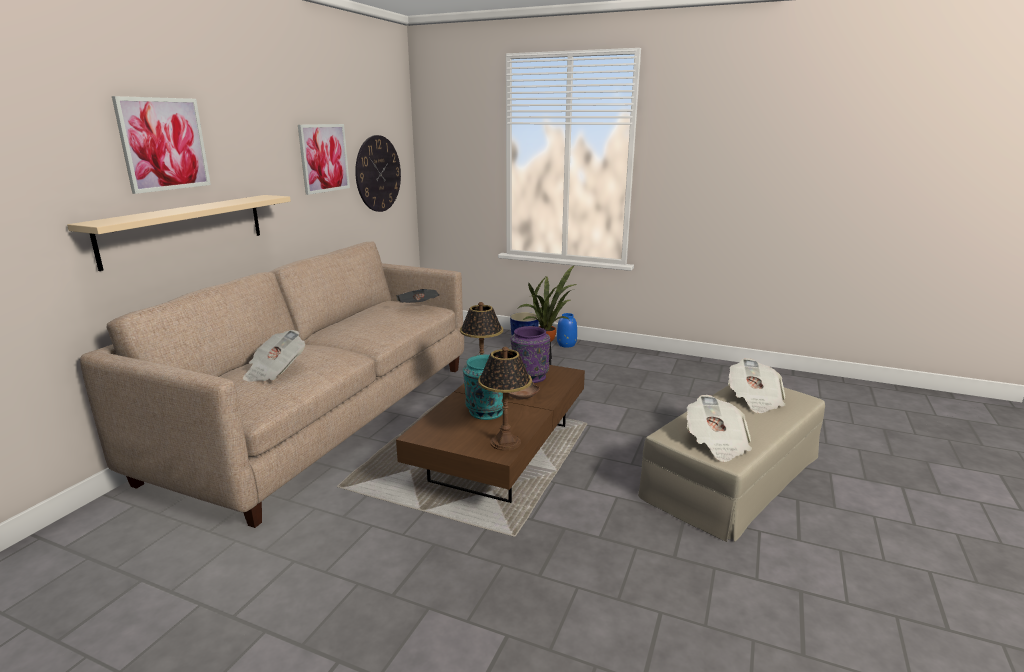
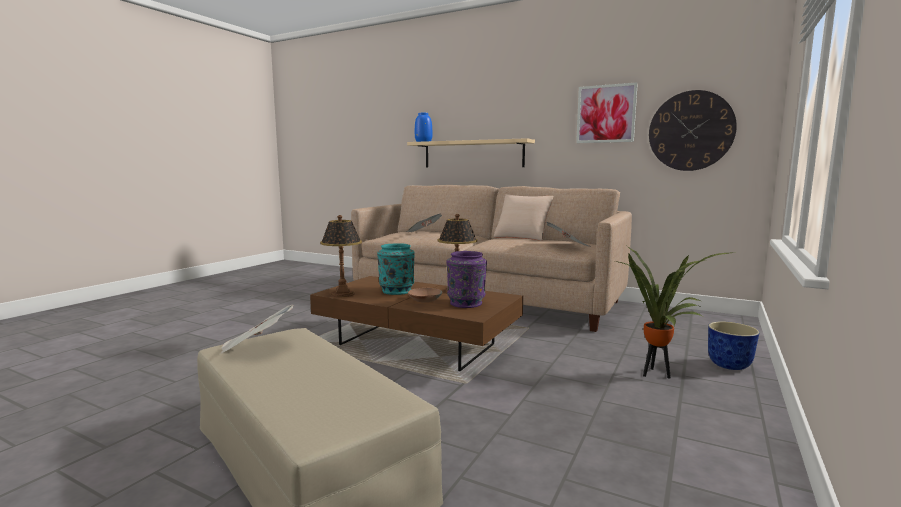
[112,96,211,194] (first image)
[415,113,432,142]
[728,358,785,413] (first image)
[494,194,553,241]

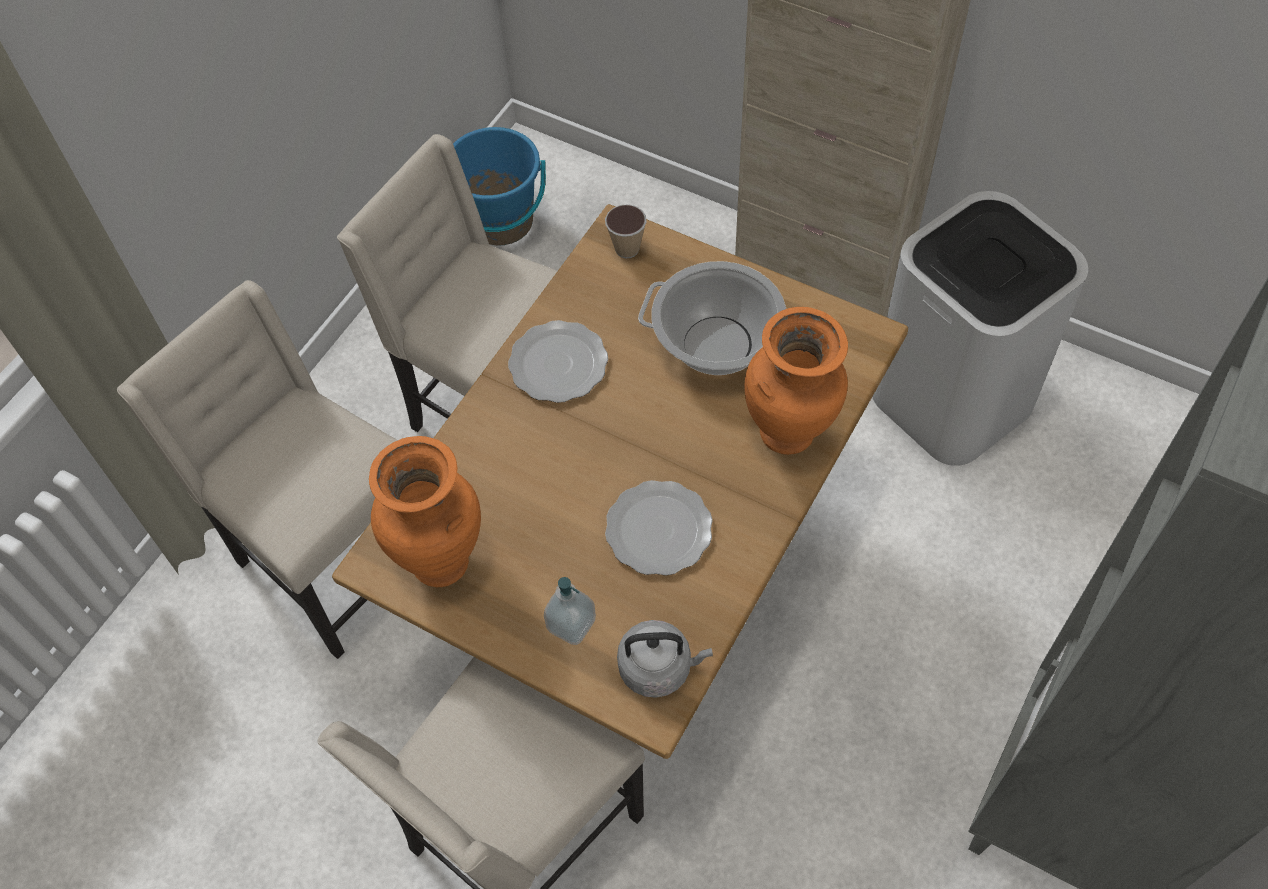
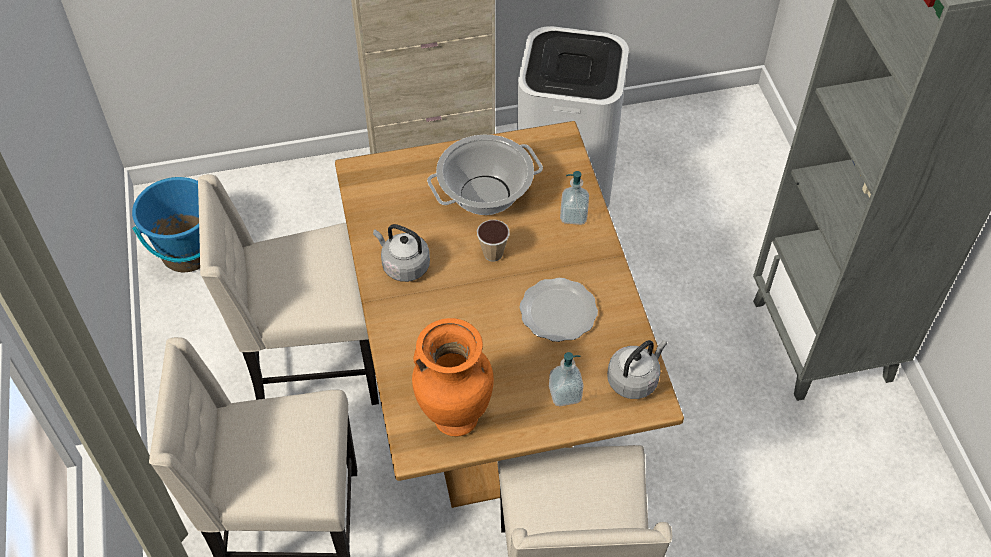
[373,224,430,282]
[477,220,510,262]
[560,171,589,225]

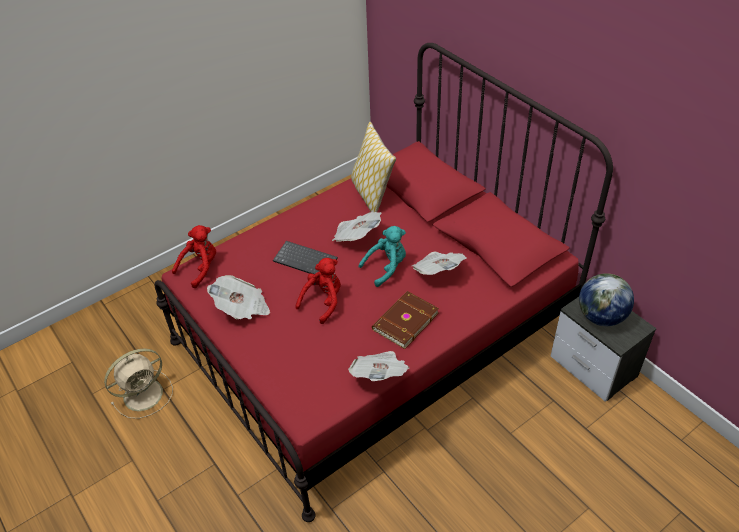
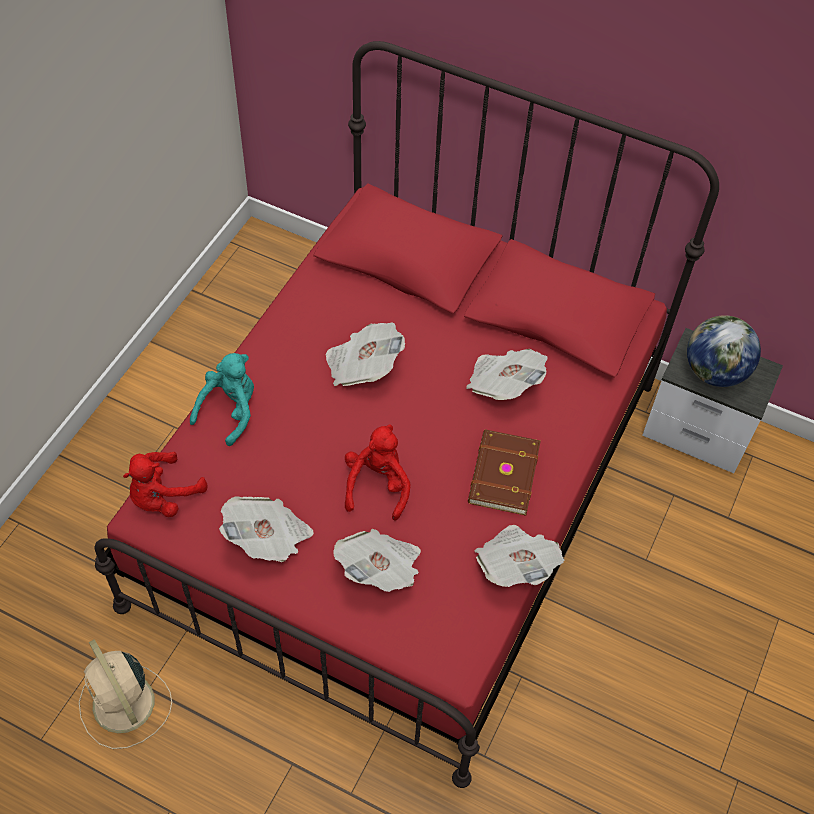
[79,639,172,749]
[123,452,207,517]
[273,241,338,274] (first image)
[351,122,396,212] (first image)
[190,353,254,446]
[333,529,421,592]

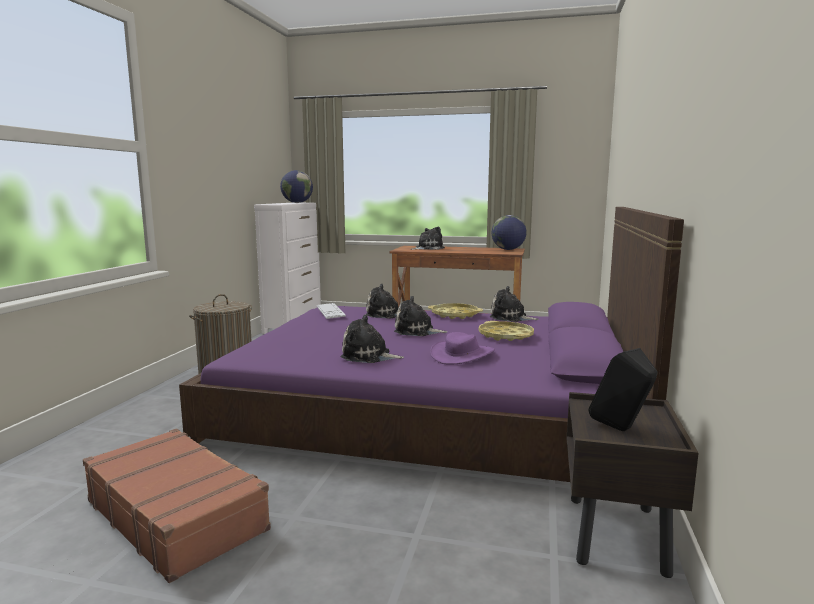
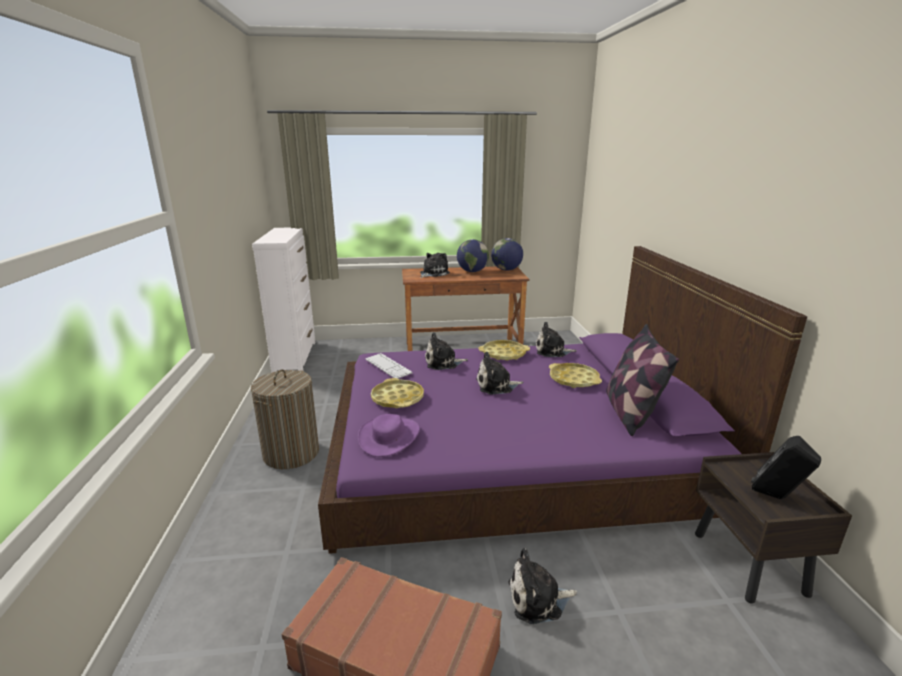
[457,239,489,272]
[508,548,577,624]
[358,414,420,457]
[371,378,424,408]
[606,324,679,436]

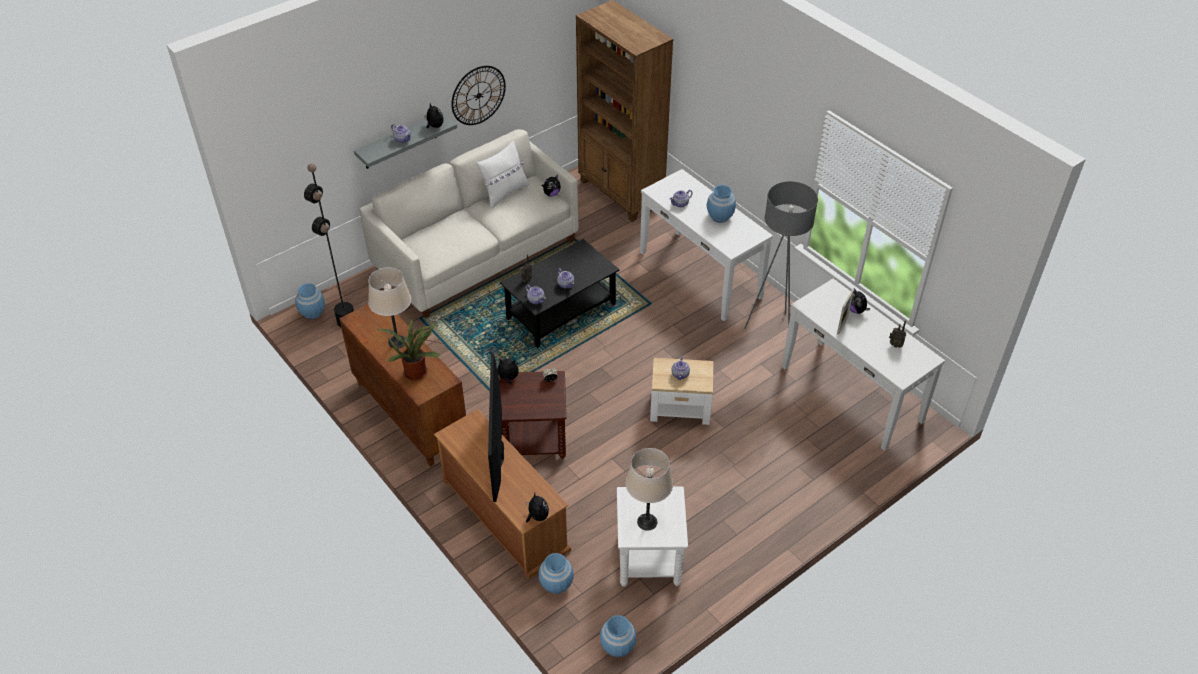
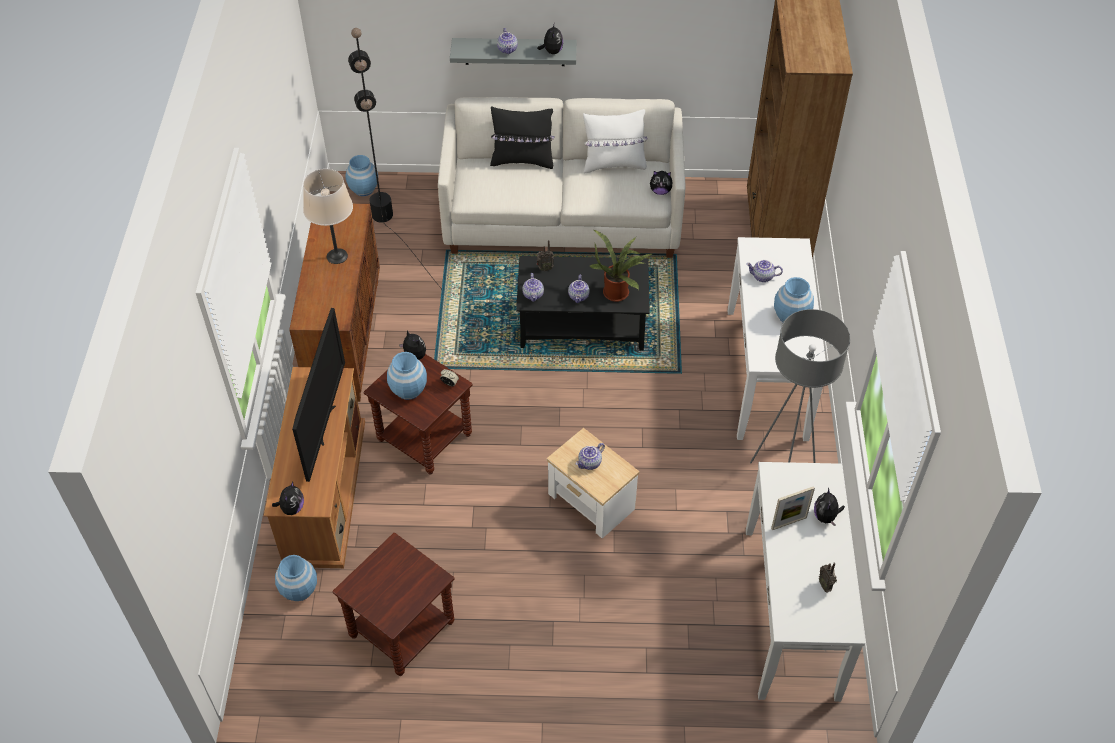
[590,230,652,302]
[451,66,506,125] (first image)
[292,308,345,482]
[387,352,427,400]
[333,533,455,676]
[626,448,673,531] (first image)
[490,106,555,169]

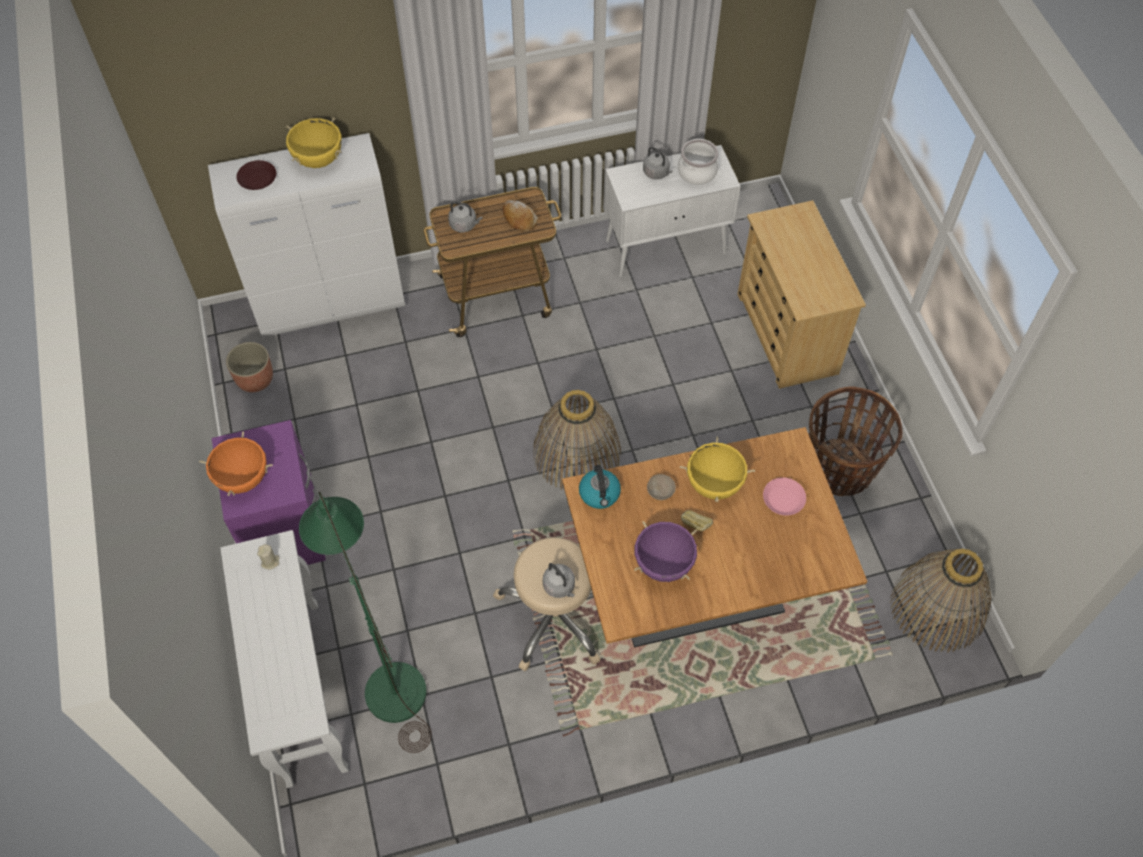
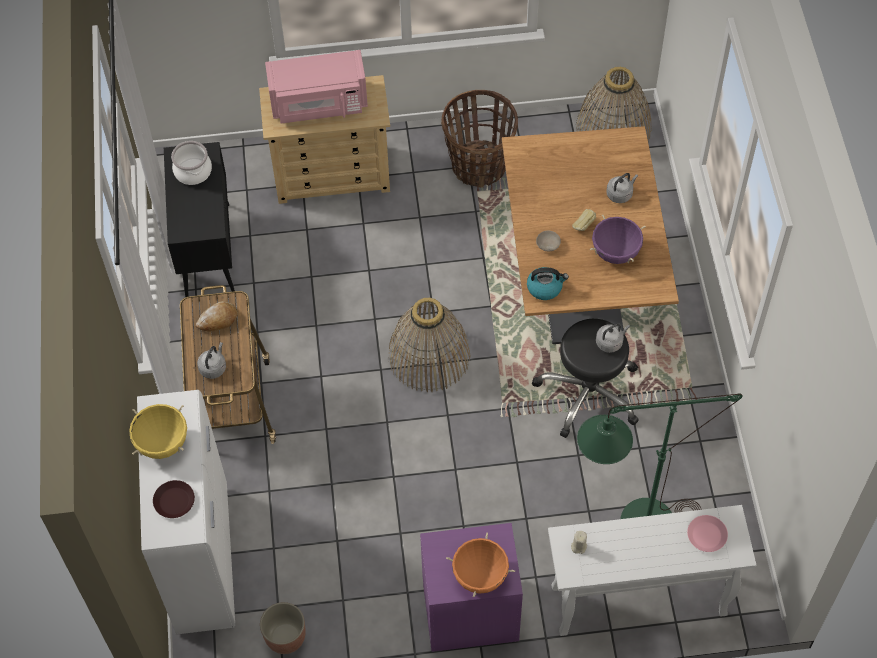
[532,319,639,438]
[164,142,235,298]
[606,173,638,203]
[680,436,755,502] (first image)
[687,515,728,552]
[265,50,368,124]

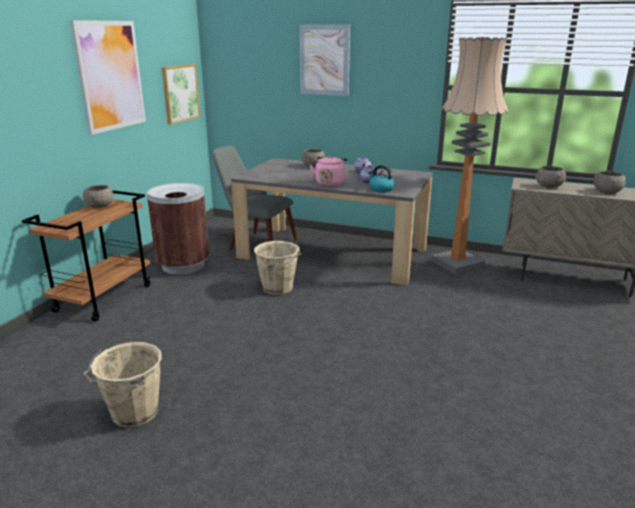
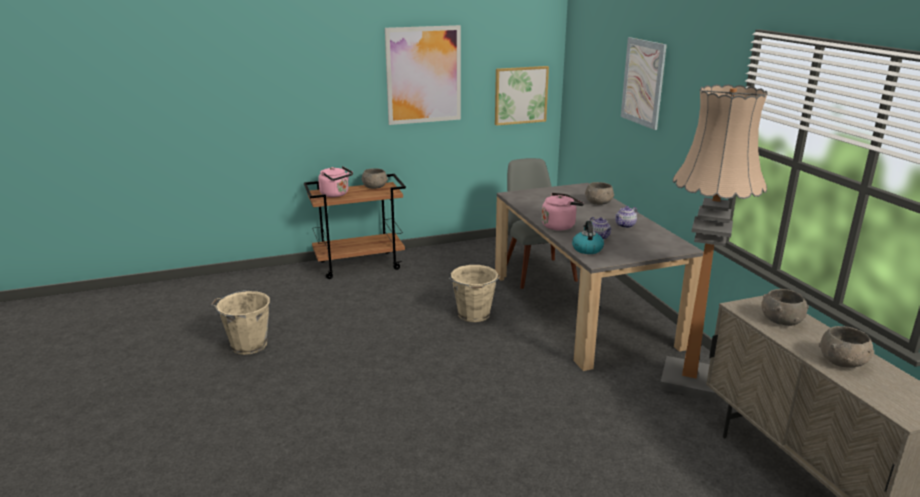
[147,183,209,275] (first image)
[318,166,353,197]

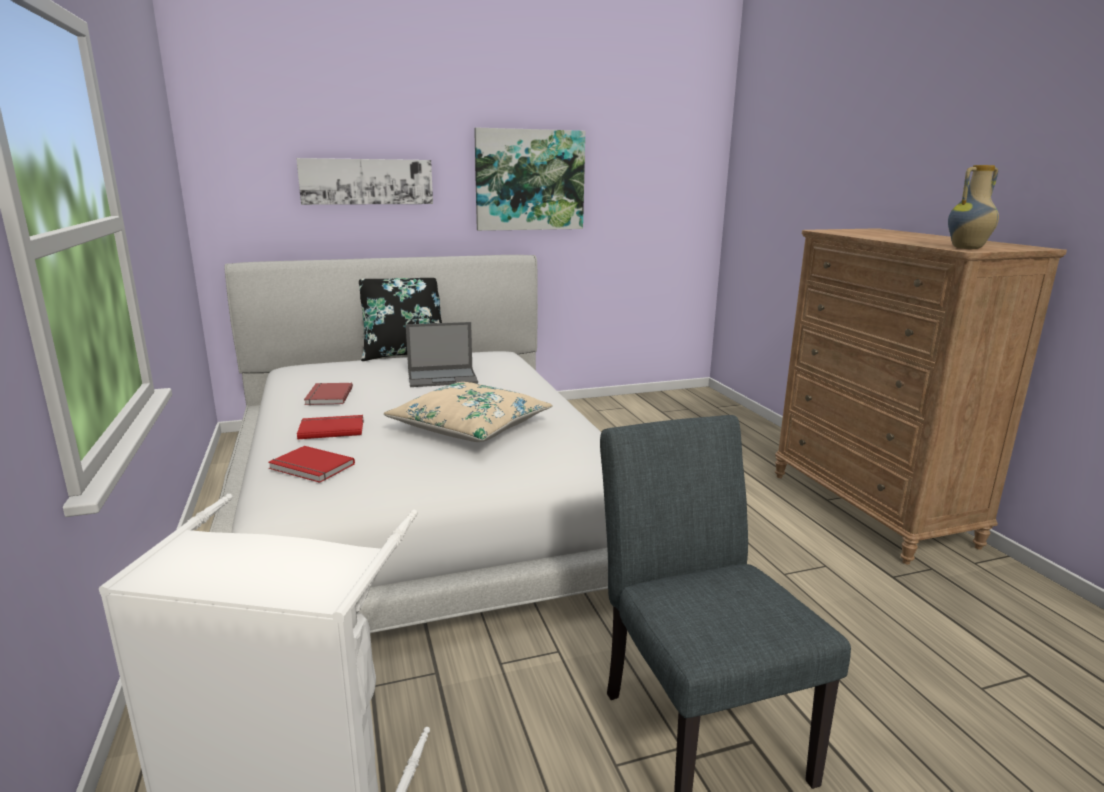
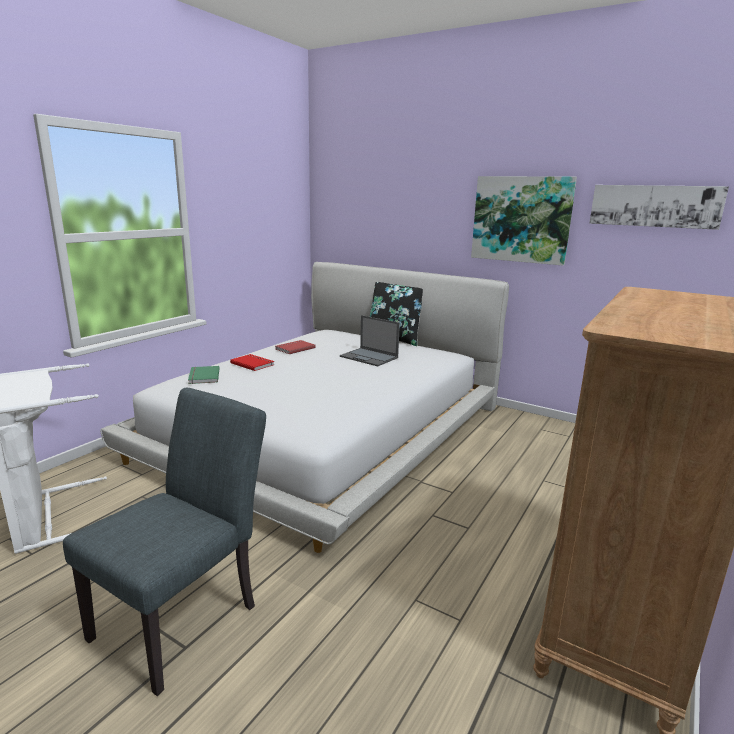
[188,366,220,384]
[589,185,729,230]
[384,382,553,442] (first image)
[948,165,999,249] (first image)

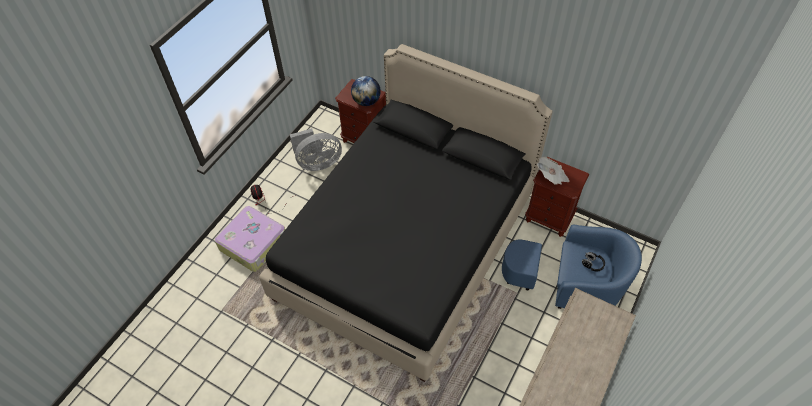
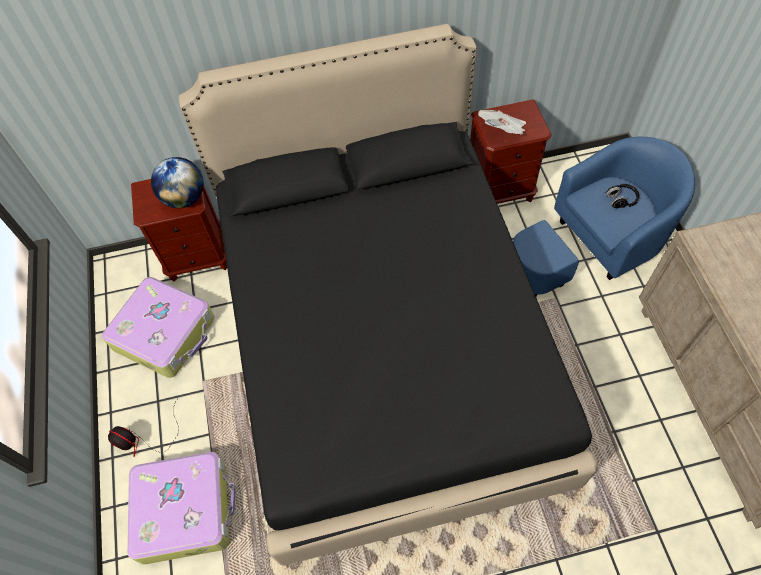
[102,277,214,378]

